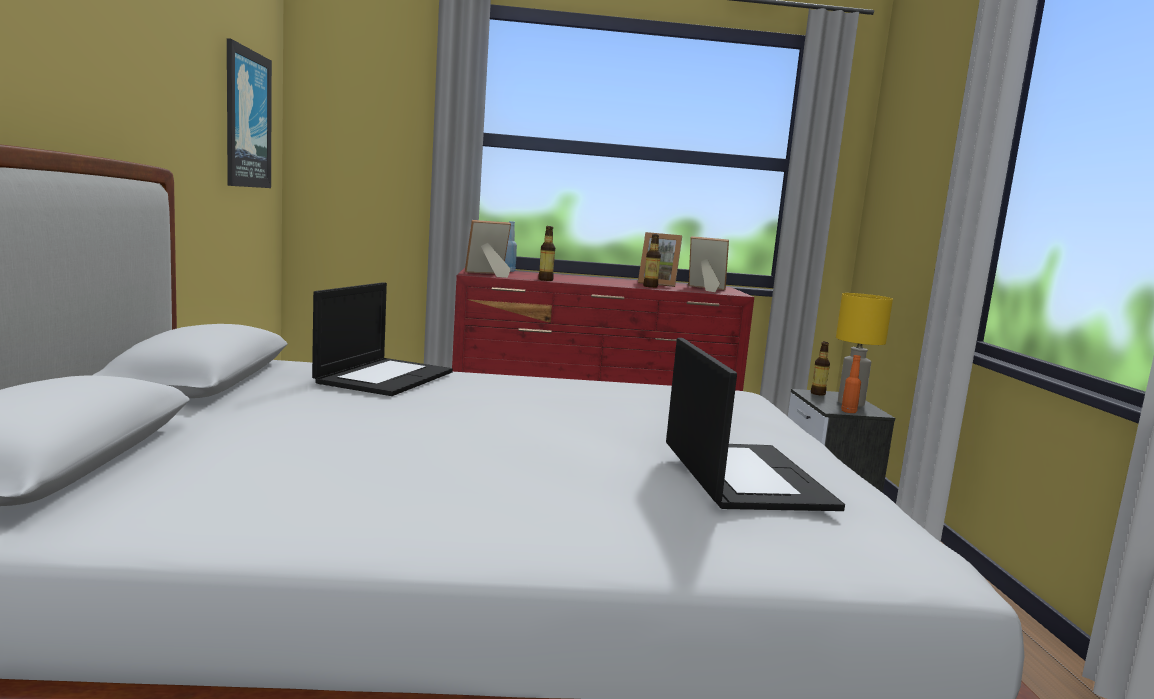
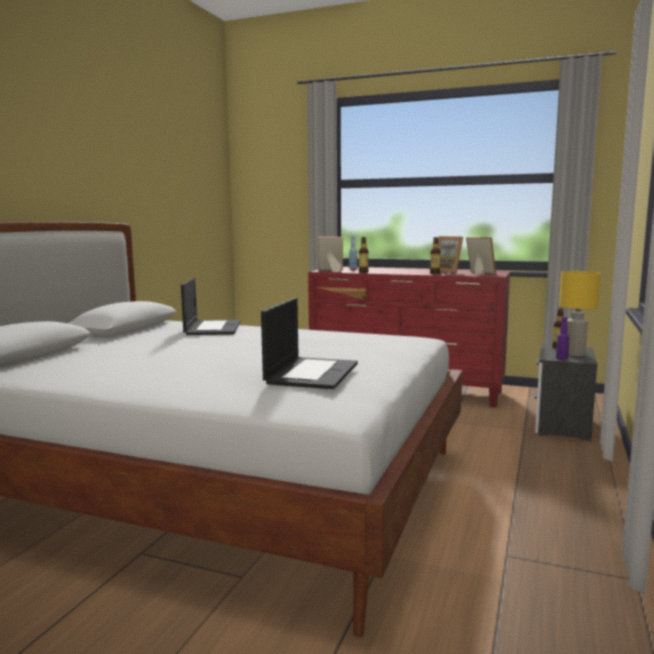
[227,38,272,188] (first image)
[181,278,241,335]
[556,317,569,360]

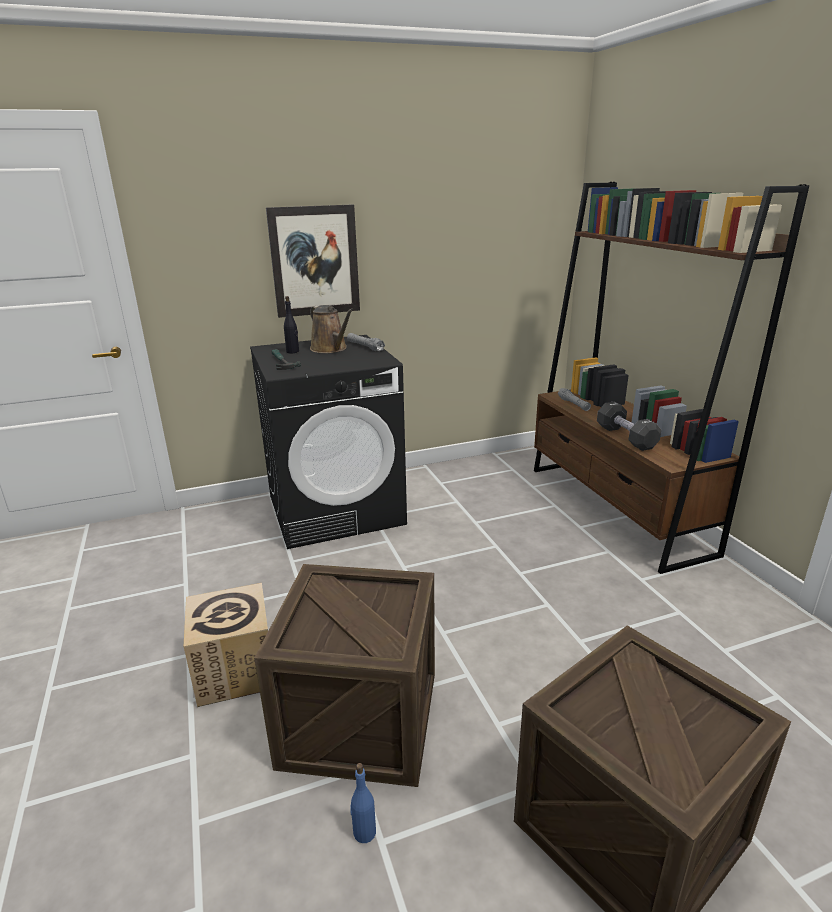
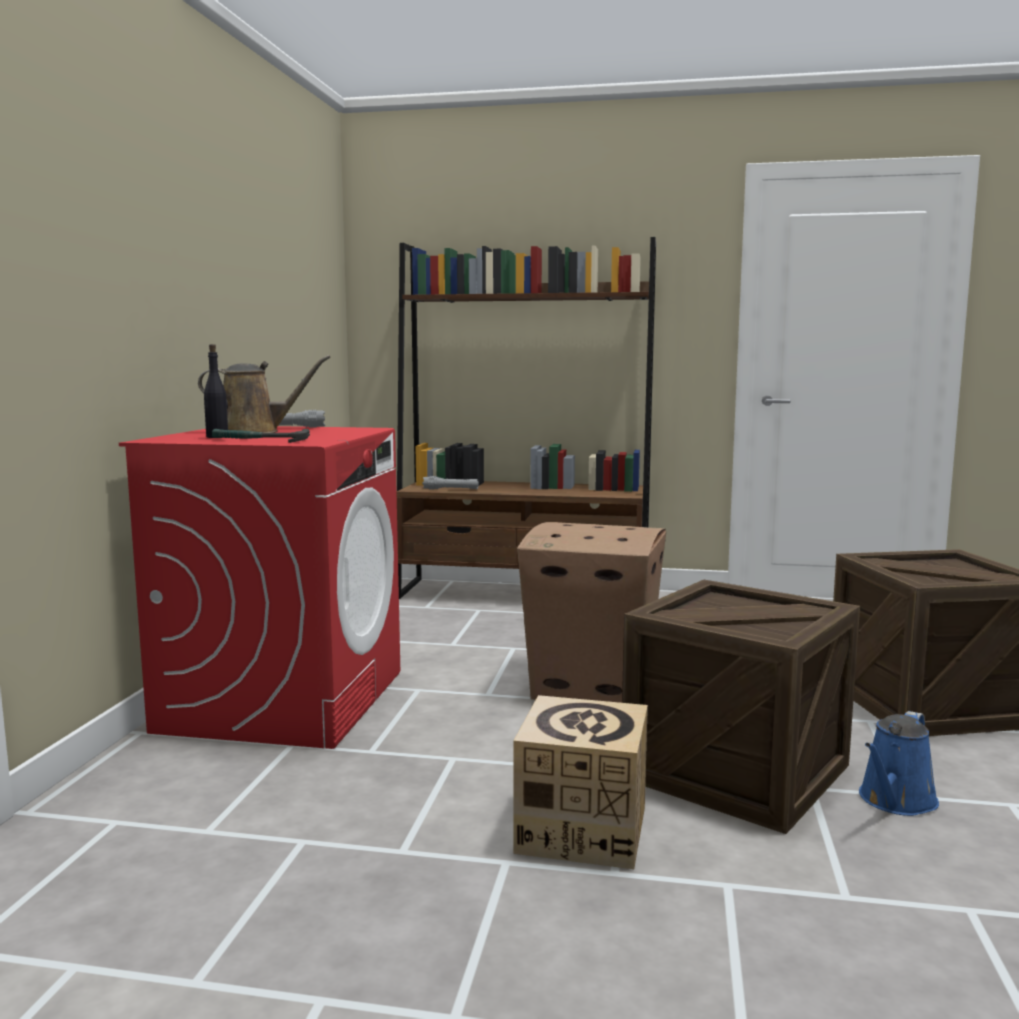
[119,426,400,749]
[266,205,360,318] (first image)
[859,711,939,816]
[597,401,661,451] (first image)
[517,522,666,703]

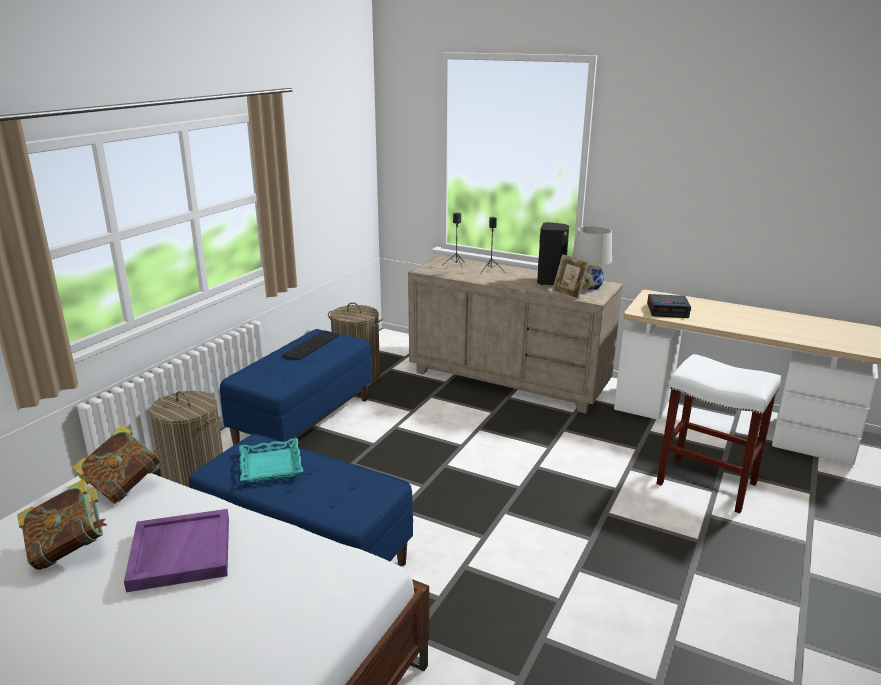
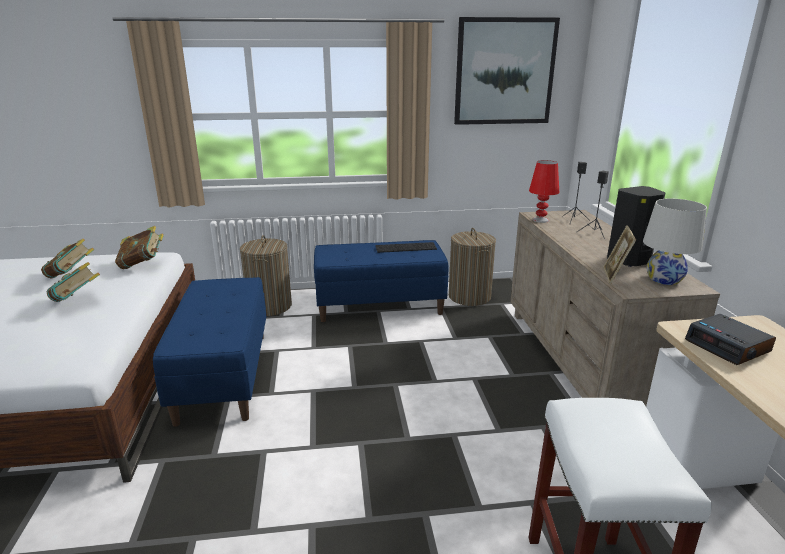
[46,262,100,302]
[239,438,303,483] (first image)
[454,17,560,125]
[529,160,559,223]

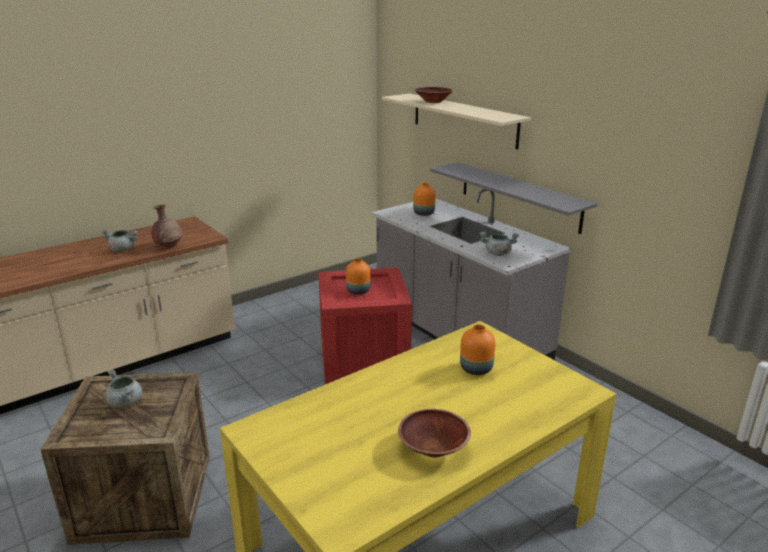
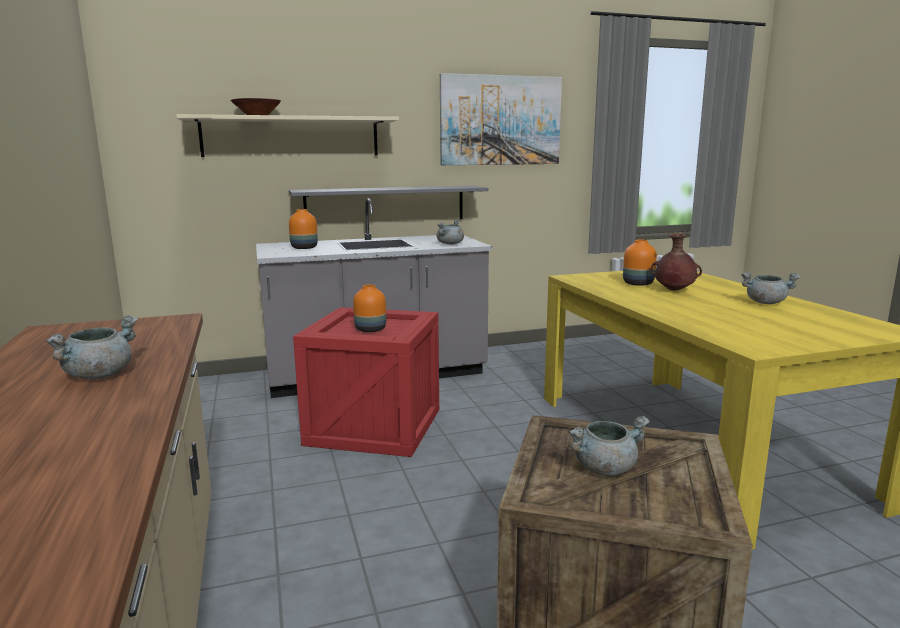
[651,233,702,291]
[741,272,800,304]
[440,73,562,165]

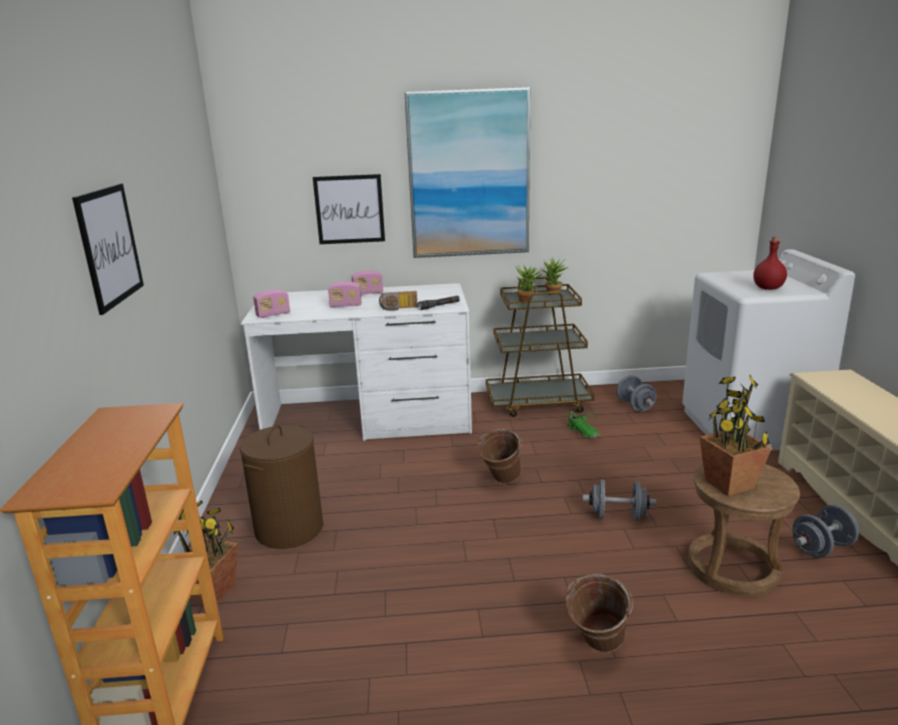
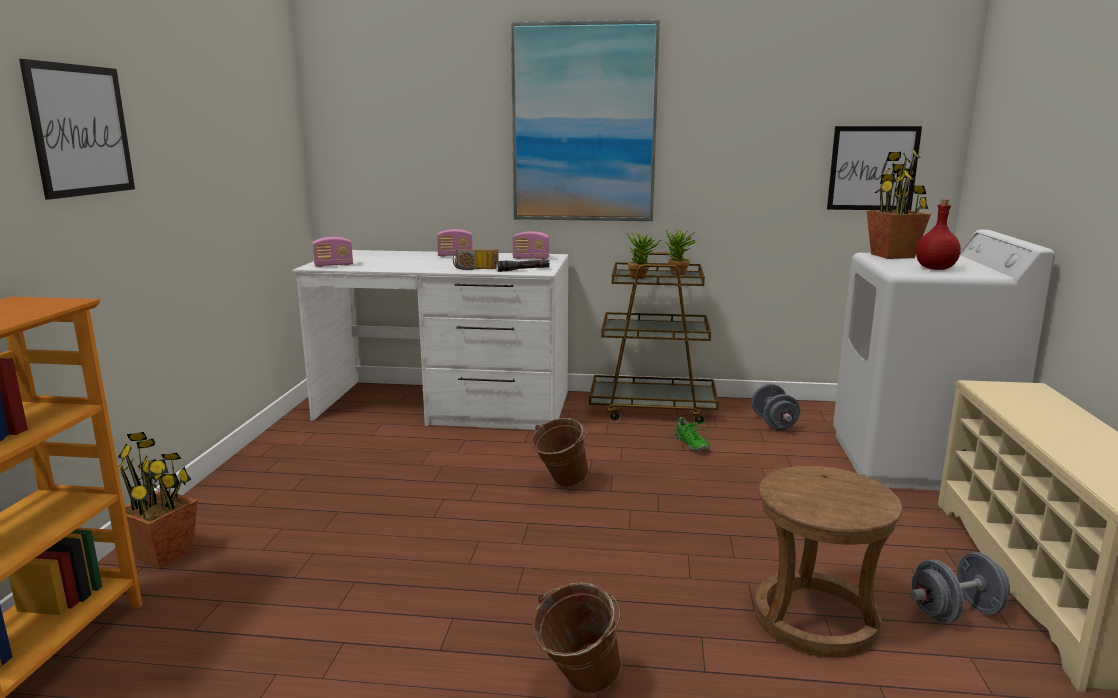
[240,425,323,549] (first image)
[827,126,922,211]
[513,231,549,260]
[583,479,656,521] (first image)
[866,149,931,259]

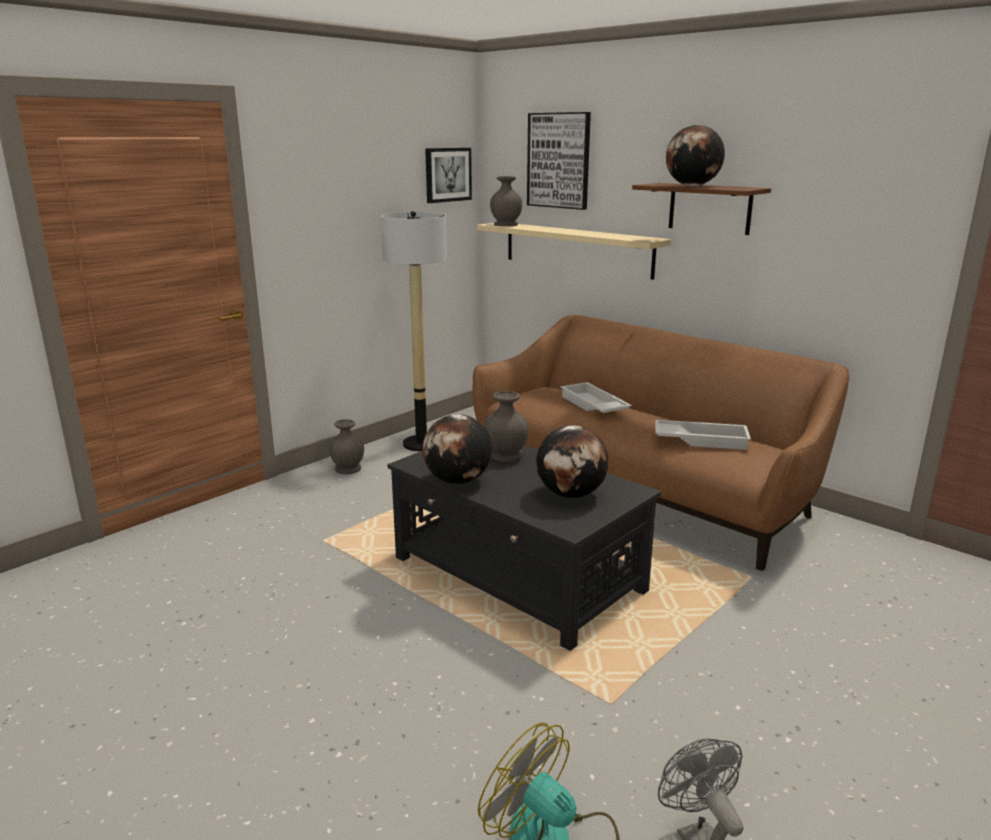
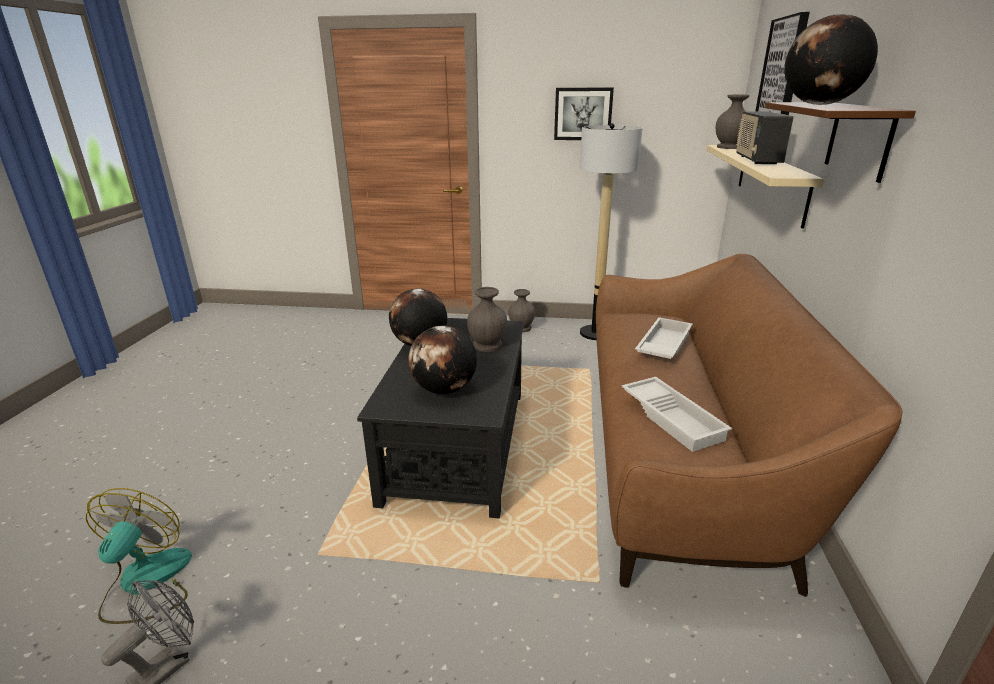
[554,87,614,140]
[736,112,794,164]

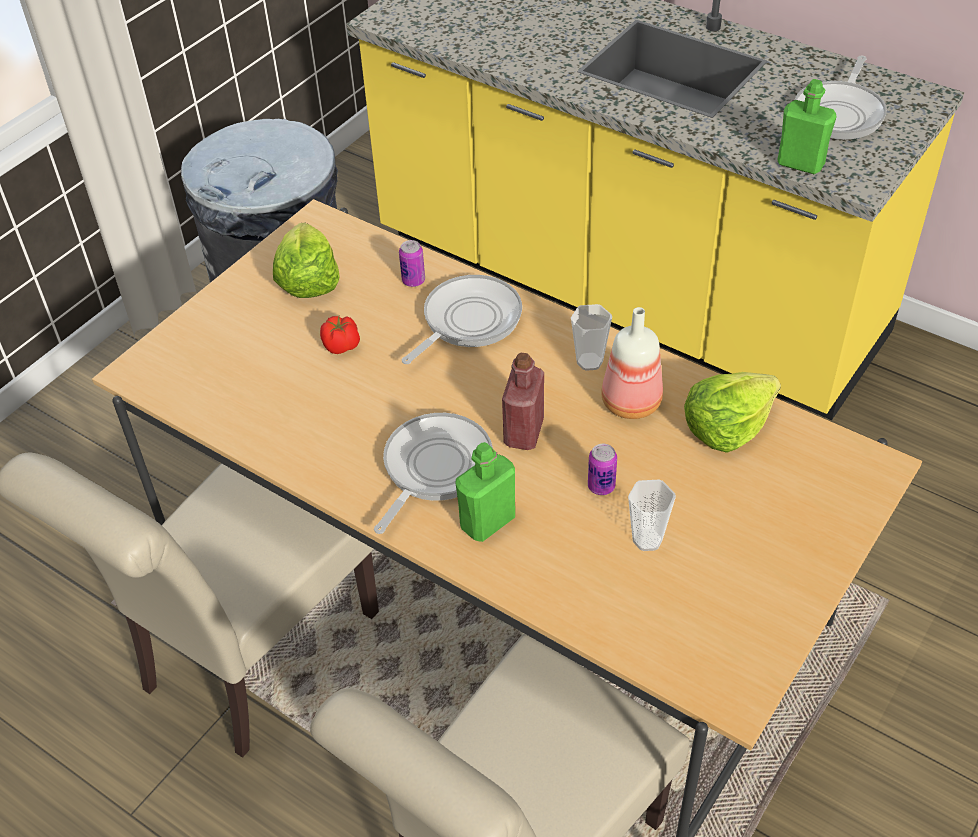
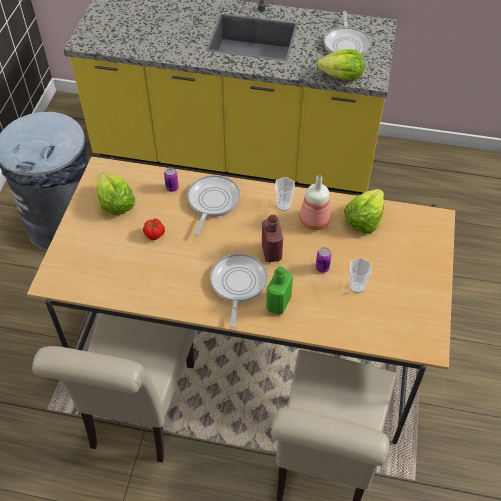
[316,49,365,81]

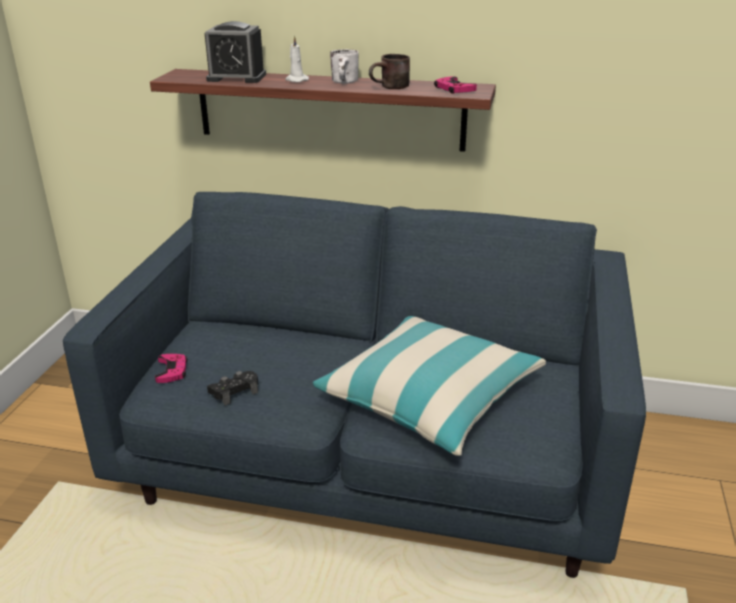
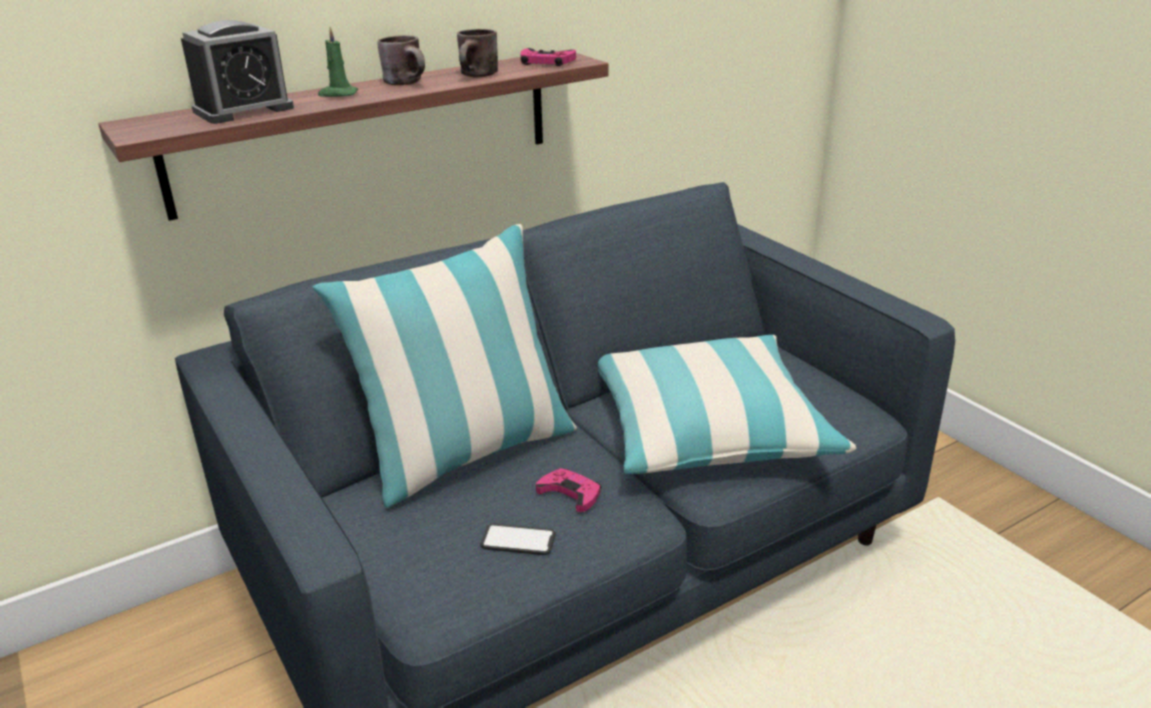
[536,468,601,512]
[480,523,556,555]
[318,27,358,97]
[377,35,425,85]
[312,224,577,508]

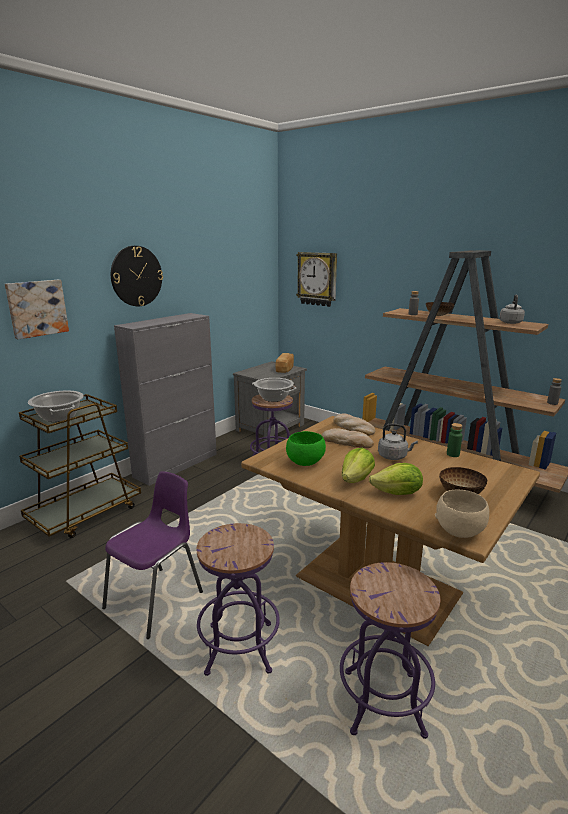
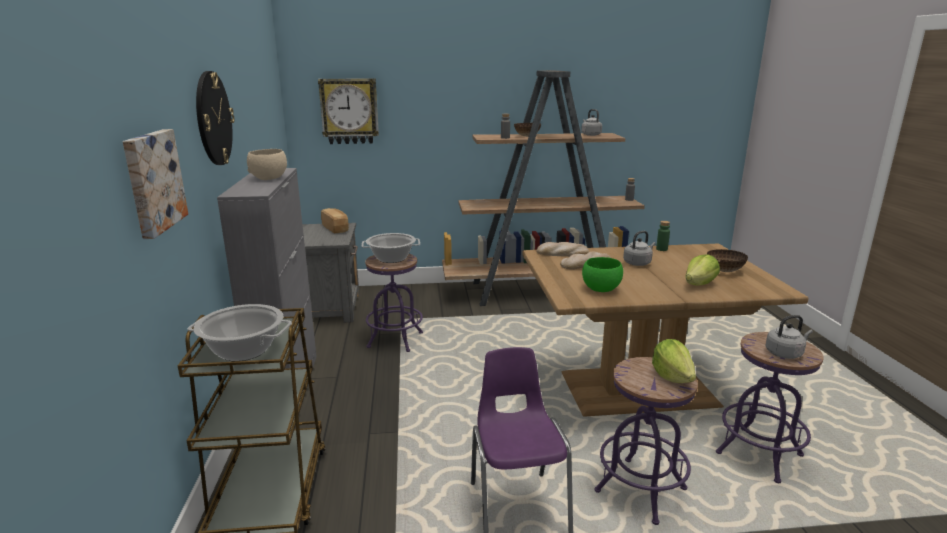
[652,339,696,383]
[247,149,287,180]
[766,315,813,359]

